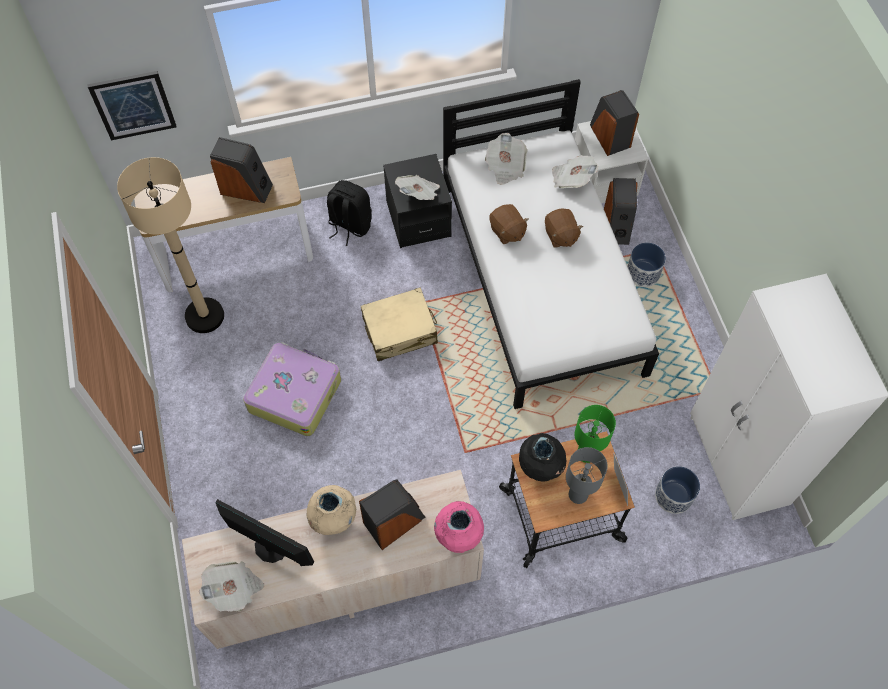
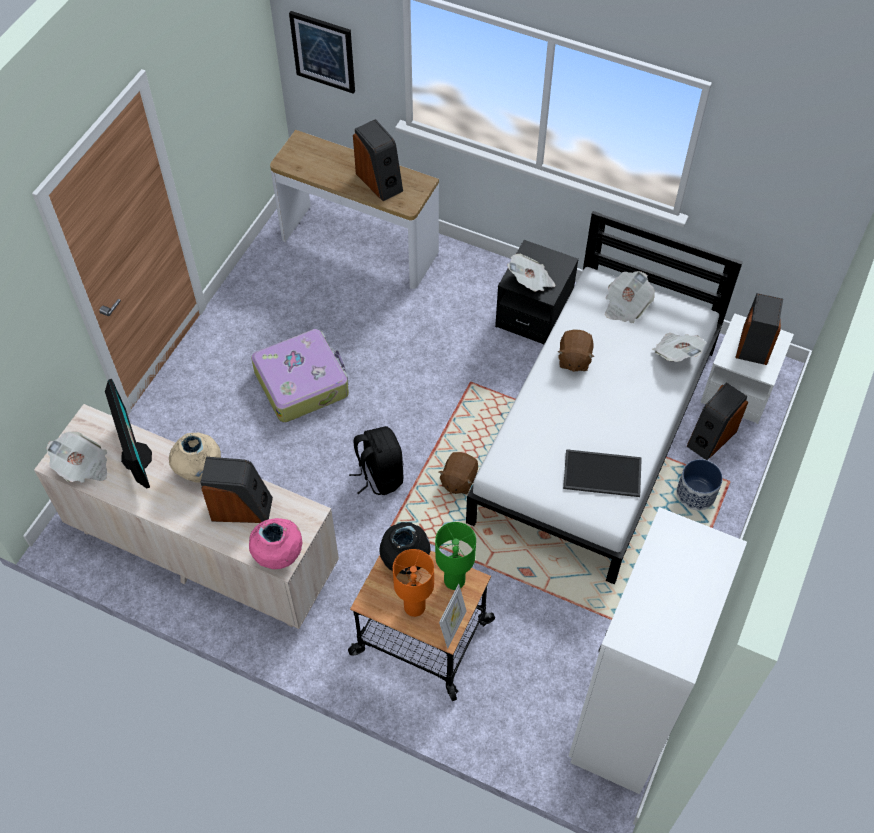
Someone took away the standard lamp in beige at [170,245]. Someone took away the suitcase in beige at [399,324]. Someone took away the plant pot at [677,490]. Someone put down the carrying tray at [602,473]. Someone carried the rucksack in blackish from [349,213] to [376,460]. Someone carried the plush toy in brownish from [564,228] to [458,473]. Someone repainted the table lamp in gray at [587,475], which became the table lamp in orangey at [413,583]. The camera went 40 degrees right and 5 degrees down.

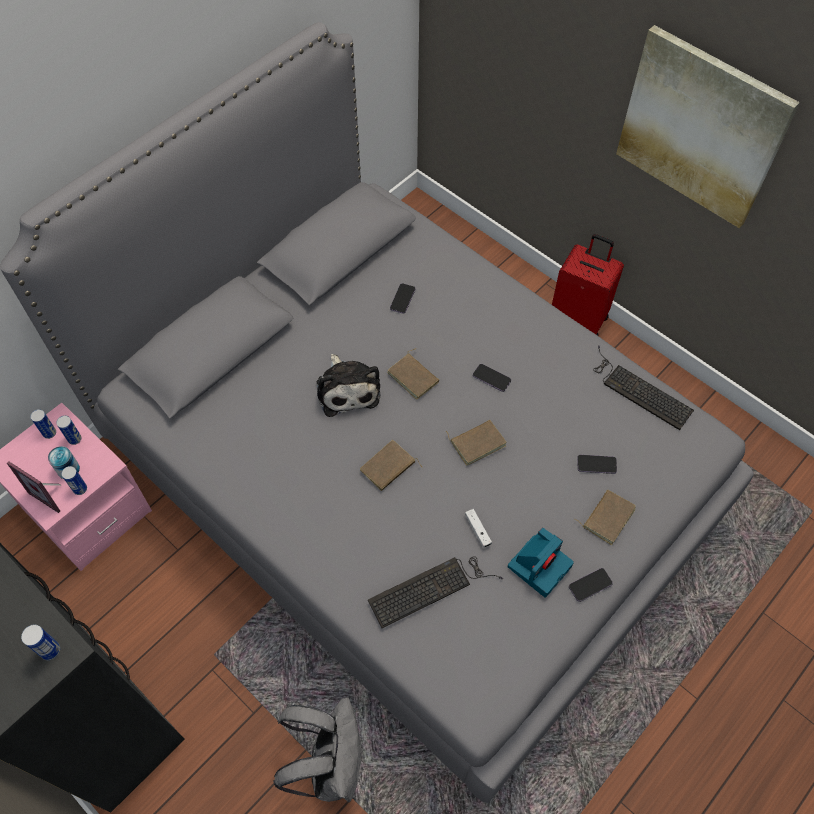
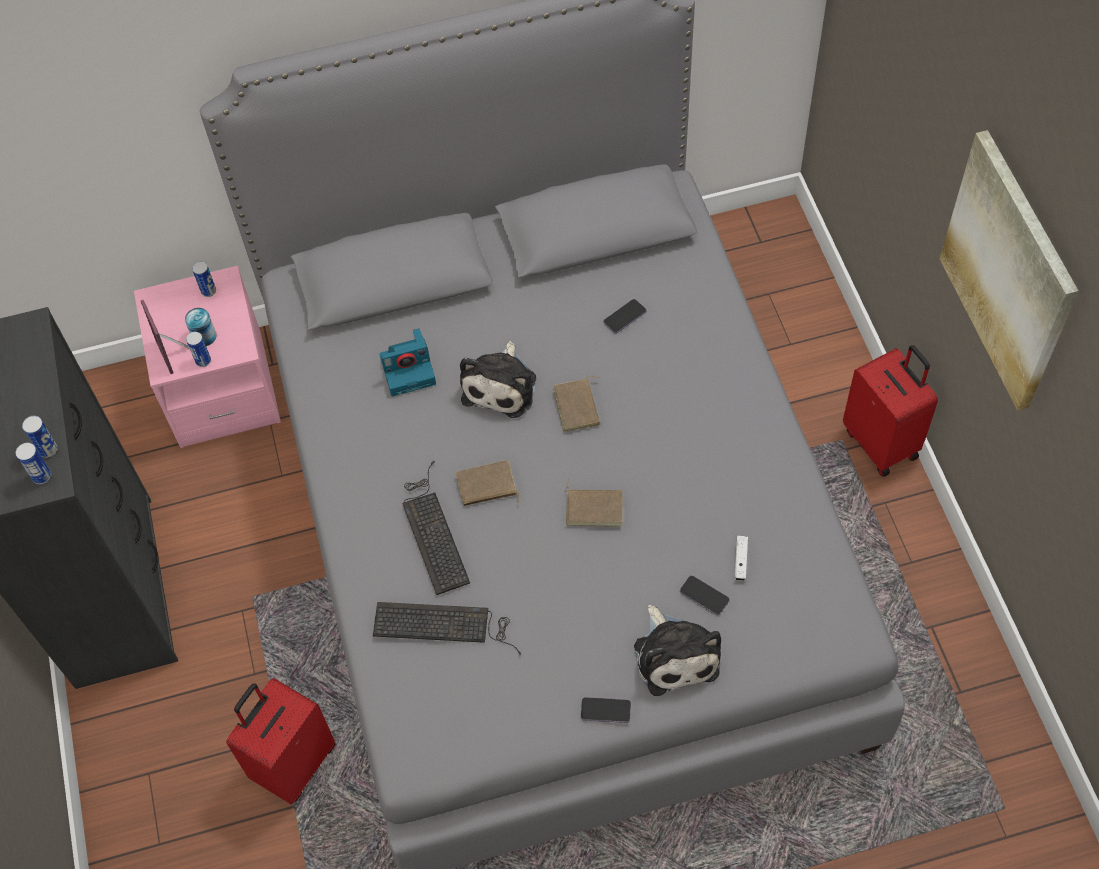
Someone took away the handset at [492,378]. Someone carried the metal can from [69,430] to [40,437]. Someone carried the joypad in whitish from [478,528] to [741,558]. Someone carried the photo camera from [541,563] to [408,362]. Someone carried the PC keyboard from [643,387] to [436,528]. Someone swapped the rucksack in gray at [318,749] for the suitcase in reddish at [280,741]. Someone swapped the bound book in brownish at [605,517] for the plush toy at [677,650]. The camera went 35 degrees right and 0 degrees up.

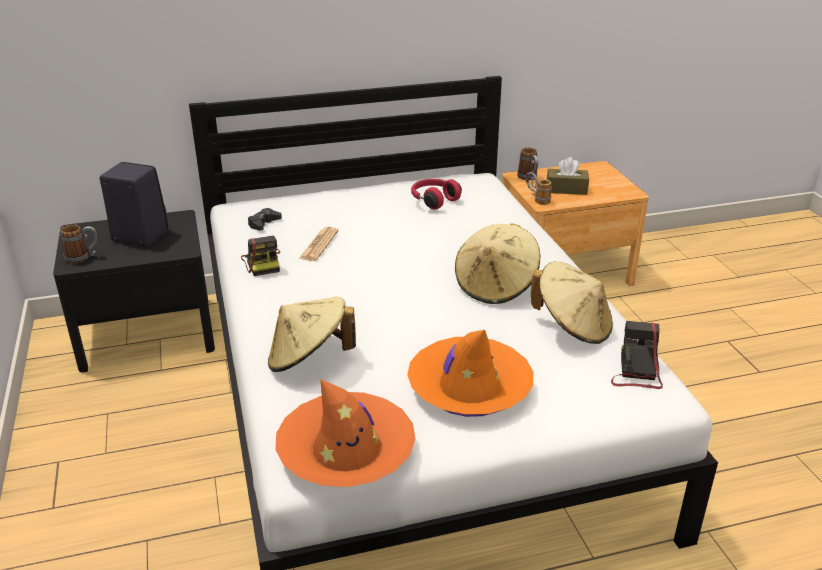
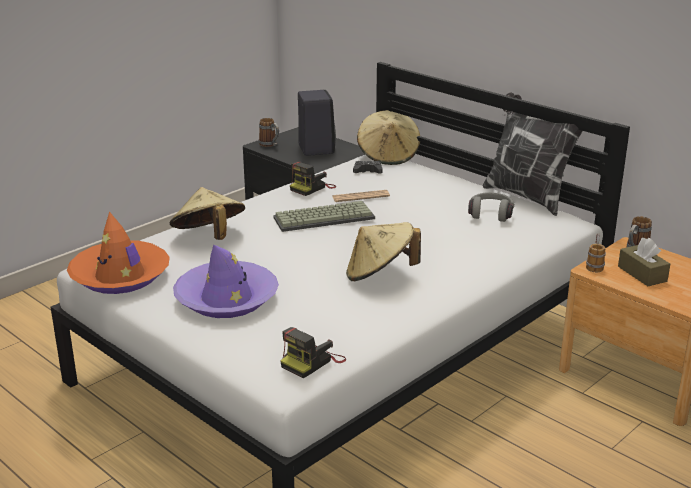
Someone put down the PC keyboard at [324,216]. Someone put down the cushion at [533,154]. Someone carried the clothing hat in beige from [572,302] to [388,137]. Someone repainted the clothing hat in orangey at [470,373], which became the clothing hat in purple-coloured at [226,281]. Someone repainted the headset in reddish at [436,194], which became the headset in gray at [491,207]. Someone rotated the photo camera at [637,355] by 150 degrees clockwise. The camera went 60 degrees right and 5 degrees down.

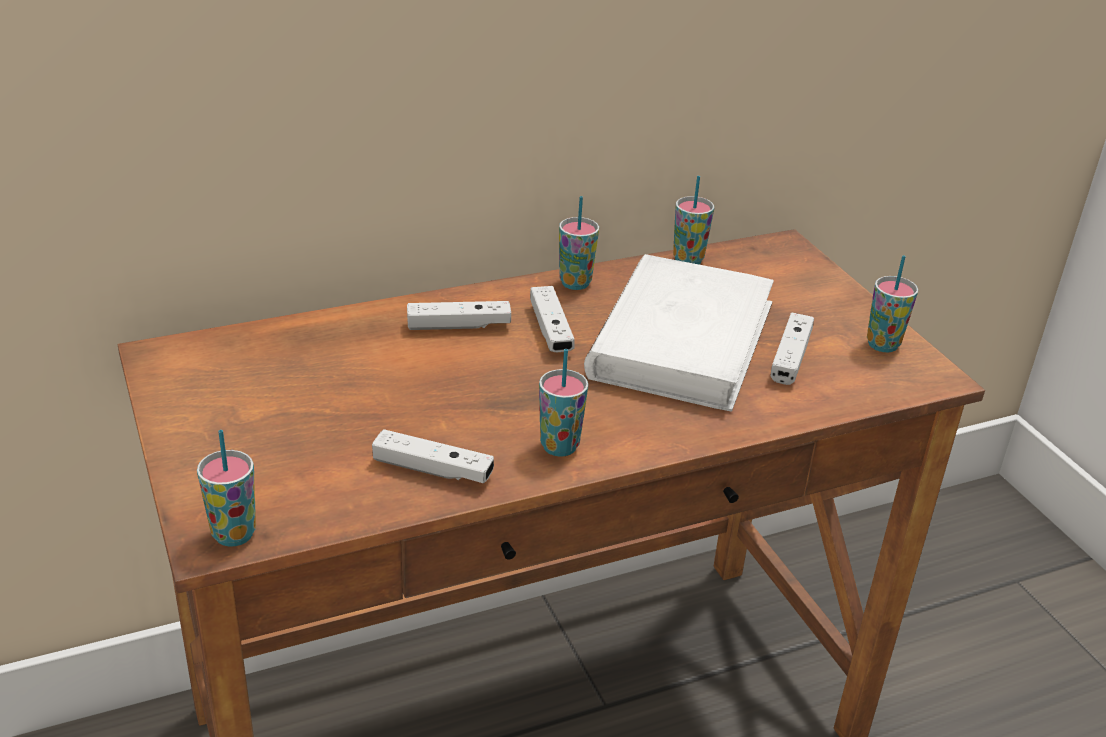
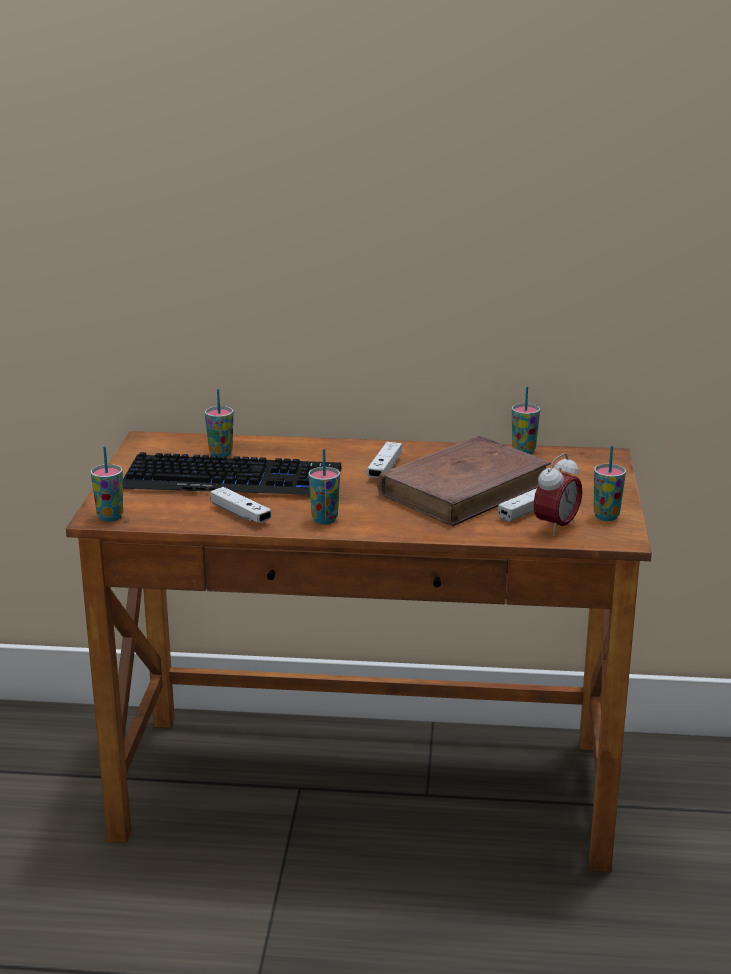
Someone took away the joypad in whitish at [459,315]. Someone put down the PC keyboard at [232,473]. Someone put down the bedside clock at [558,495]. Someone carried the small cup from [579,243] to [219,423]. Someone repainted the bound book in whitish at [679,333], which became the bound book in brownish at [464,481]. The camera went 30 degrees right and 10 degrees down.

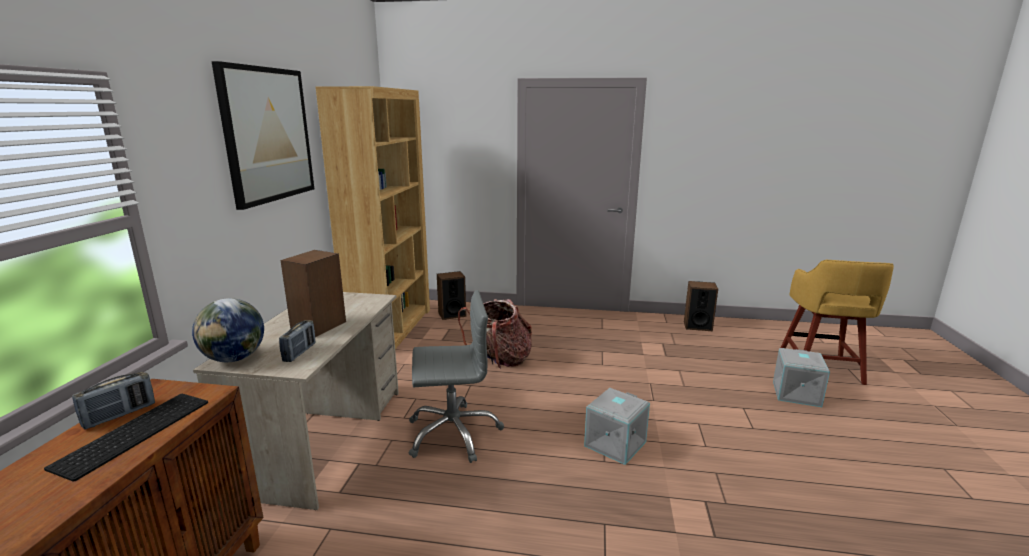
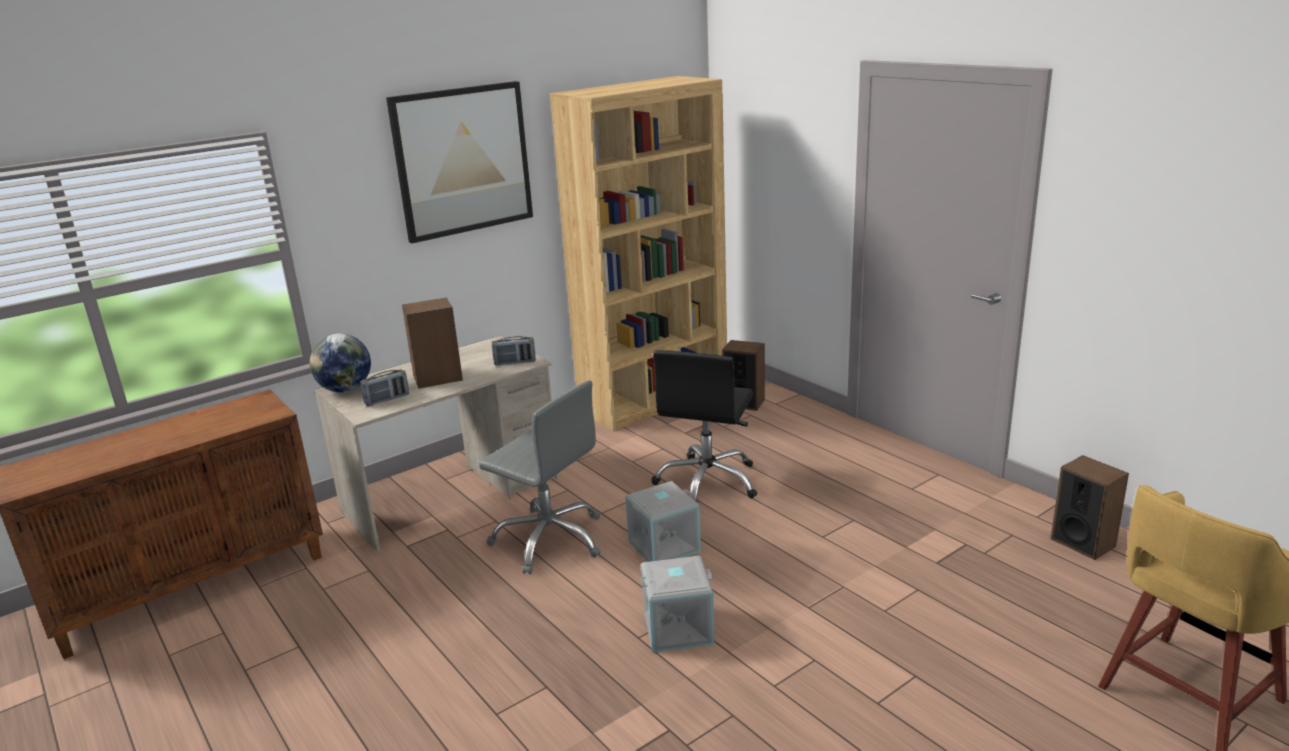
Someone took away the PC keyboard at [126,438]. Someone carried the radio set from [113,401] to [514,350]. Someone carried the storage bin in gray from [801,377] to [663,521]. Someone swapped the rucksack at [495,334] for the office chair in blackish at [704,425]. The camera went 45 degrees right and 5 degrees up.

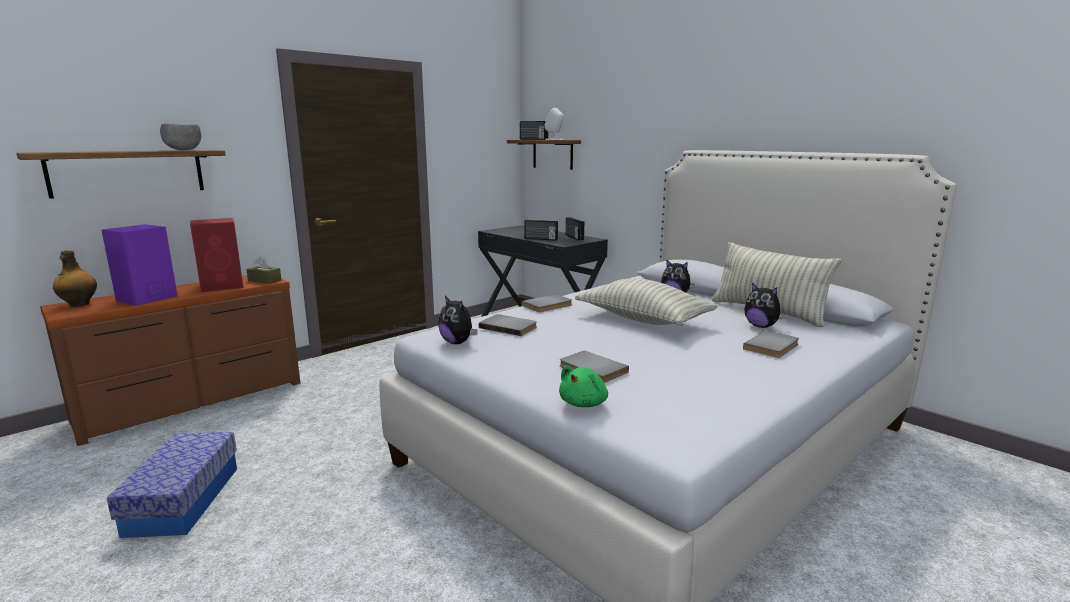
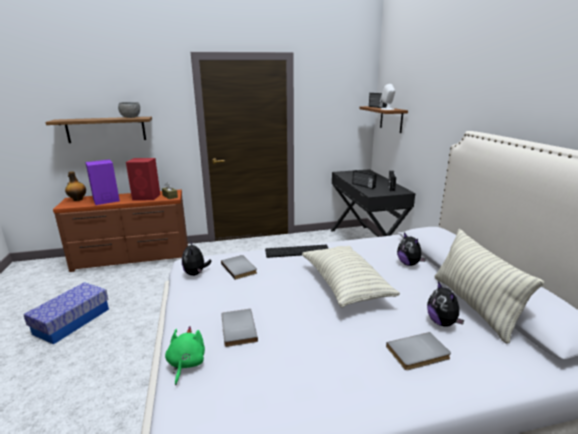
Someone swapped the bound book in gray at [547,303] for the PC keyboard at [296,251]. Someone rotated the plush toy in greenish at [583,386] by 120 degrees clockwise. The camera went 30 degrees right and 5 degrees up.

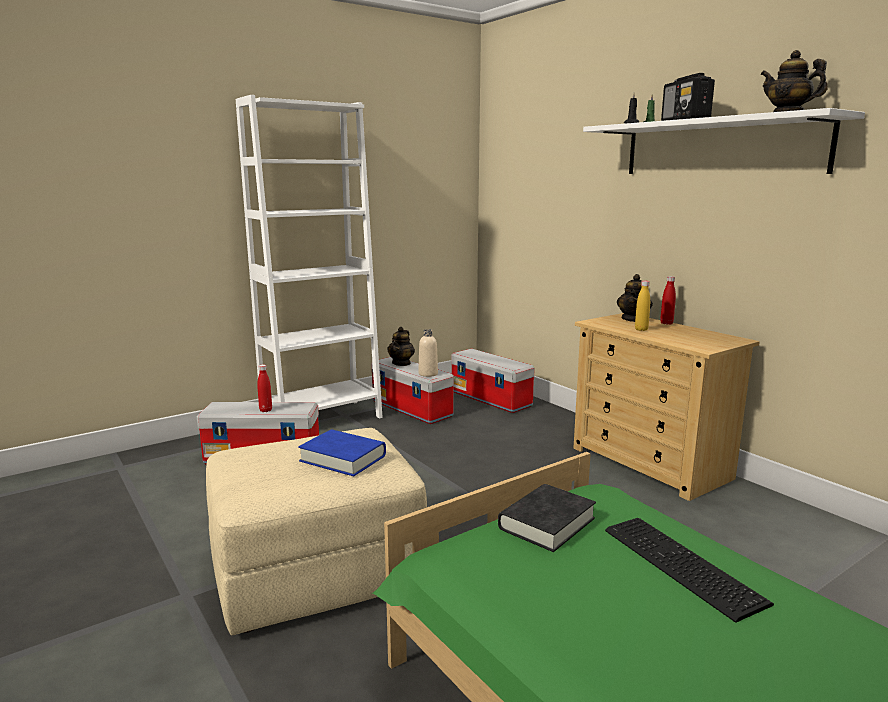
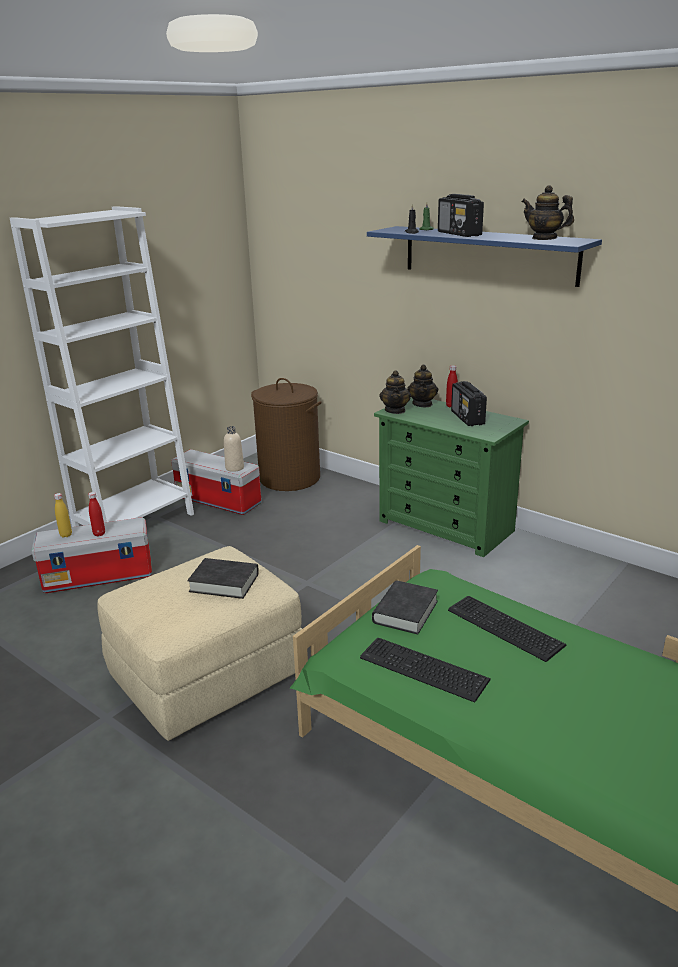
Someone put down the PC keyboard at [425,670]. Someone put down the radio set at [469,403]. Someone carried the tea pot from [401,346] to [395,392]. Someone carried the bottle in yellowish from [642,306] to [63,515]. Someone swapped the storage bin at [493,380] for the laundry basket in brownish at [286,434]. Someone repainted the bound book in blue at [342,452], which became the bound book in blackish at [223,578]. Someone repainted the drawer chest in beige at [666,407], which became the drawer chest in greenish at [451,477]. Someone repainted the shelf in whitish at [724,141], which became the shelf in blue at [484,256]. The camera went 15 degrees left and 10 degrees up.

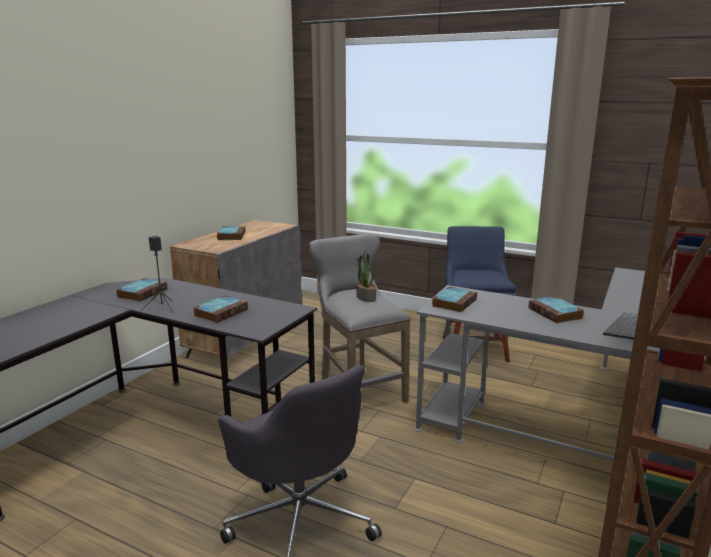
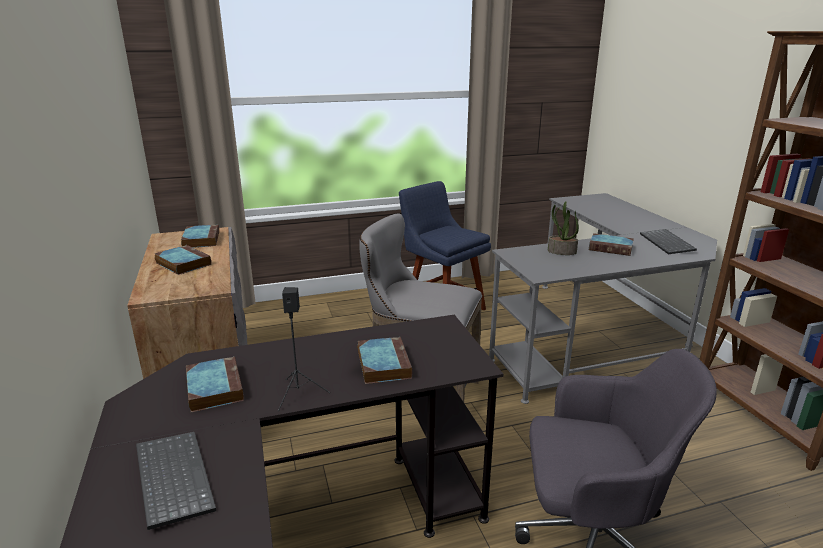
Someone put down the PC keyboard at [176,481]. Someone carried the plant in a pot from [365,277] to [563,228]. Someone carried the bound book from [454,299] to [200,236]. The camera went 45 degrees left and 5 degrees up.

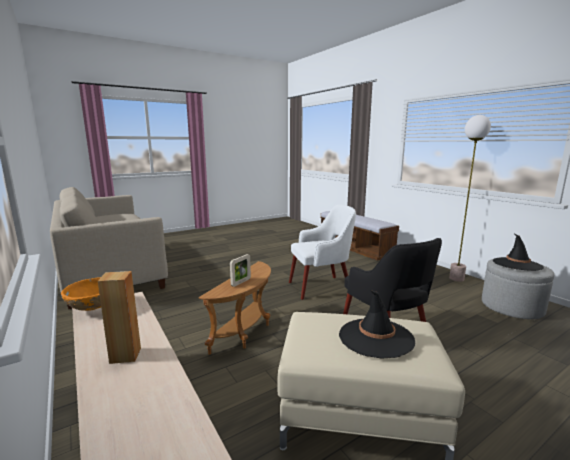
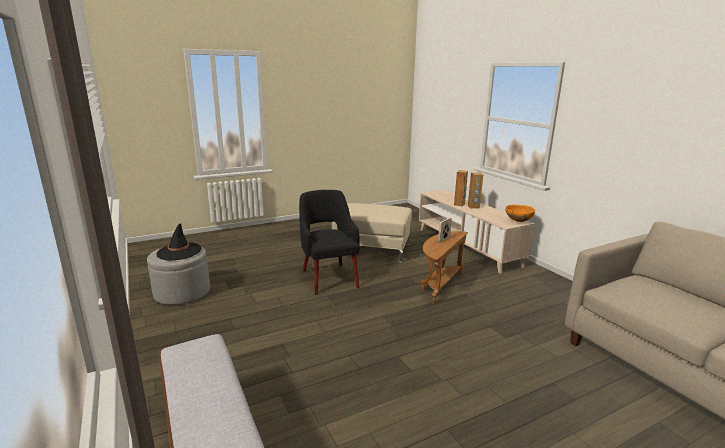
Someone took away the armchair in whitish at [322,252]. Someone took away the clothing hat in blackish at [377,324]. Someone took away the standard lamp at [470,198]. Someone put down the loudspeaker in brownish at [461,188]. The camera went 175 degrees left and 5 degrees up.

